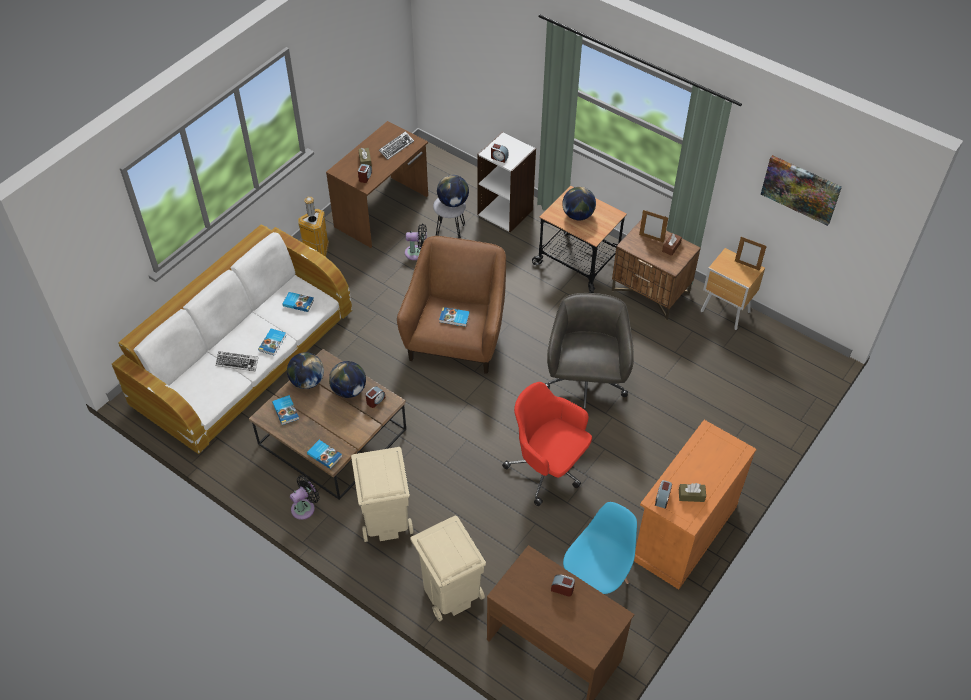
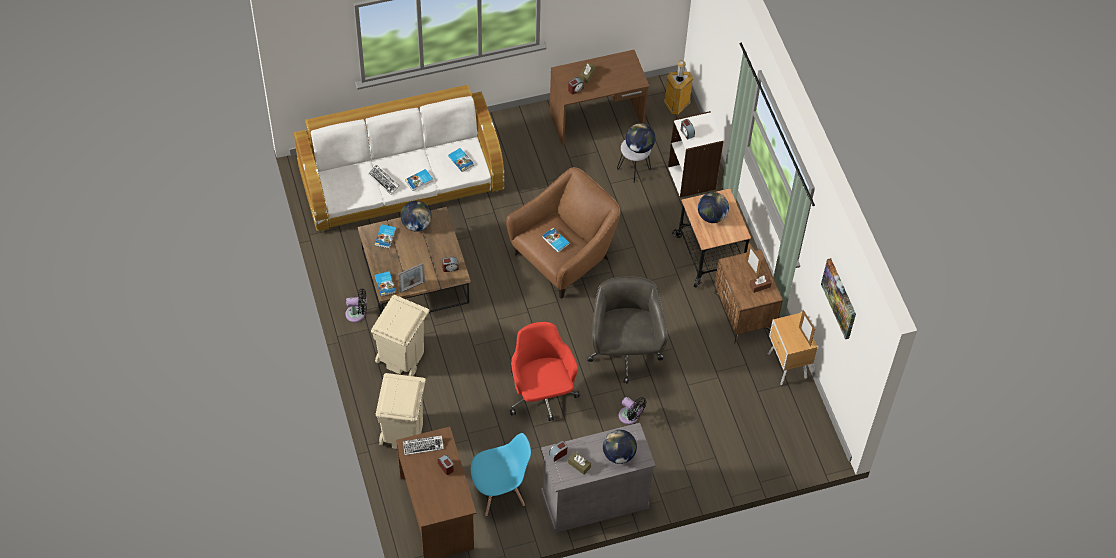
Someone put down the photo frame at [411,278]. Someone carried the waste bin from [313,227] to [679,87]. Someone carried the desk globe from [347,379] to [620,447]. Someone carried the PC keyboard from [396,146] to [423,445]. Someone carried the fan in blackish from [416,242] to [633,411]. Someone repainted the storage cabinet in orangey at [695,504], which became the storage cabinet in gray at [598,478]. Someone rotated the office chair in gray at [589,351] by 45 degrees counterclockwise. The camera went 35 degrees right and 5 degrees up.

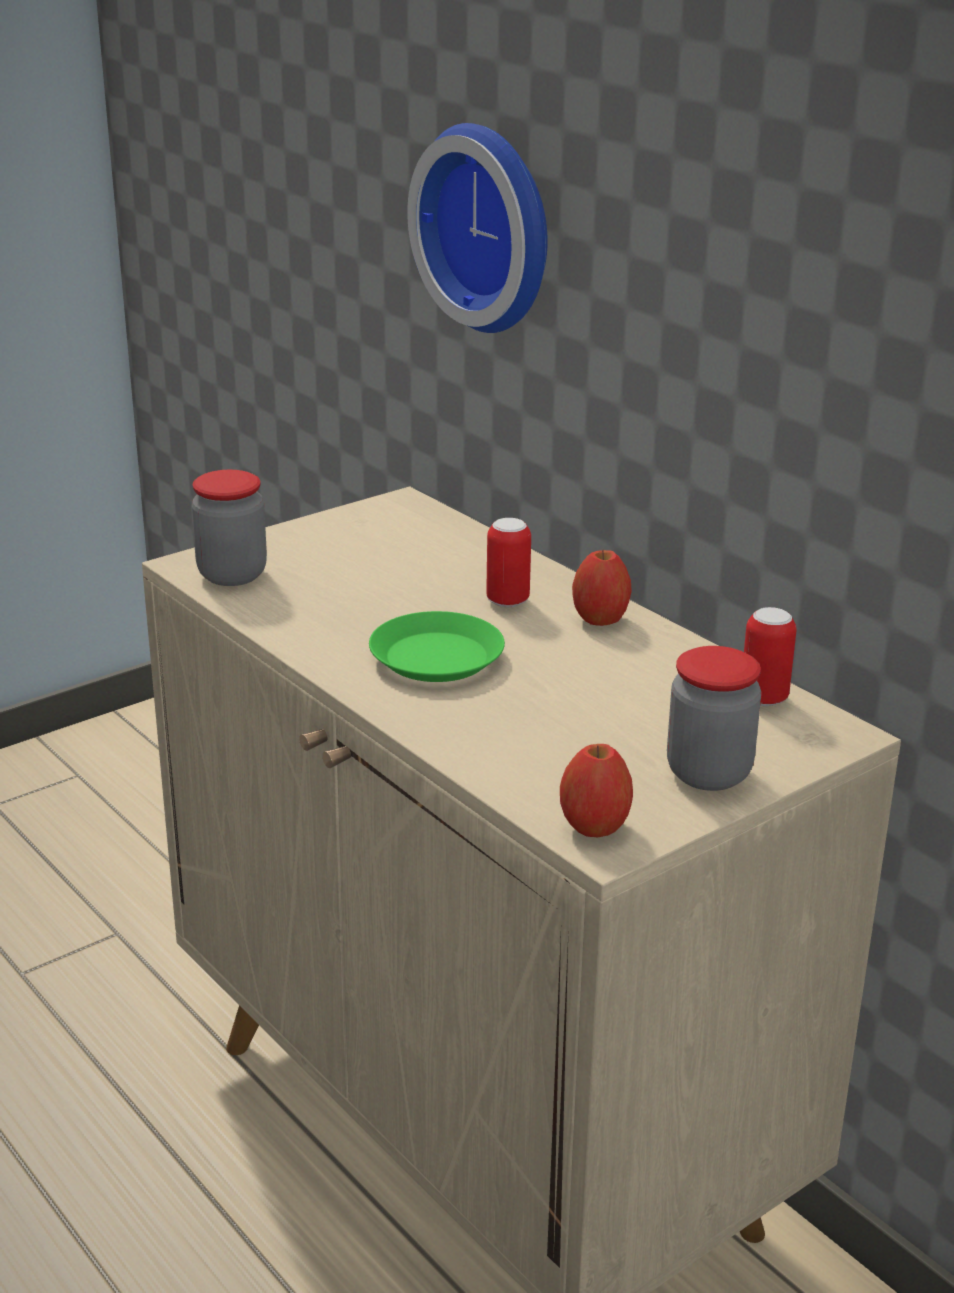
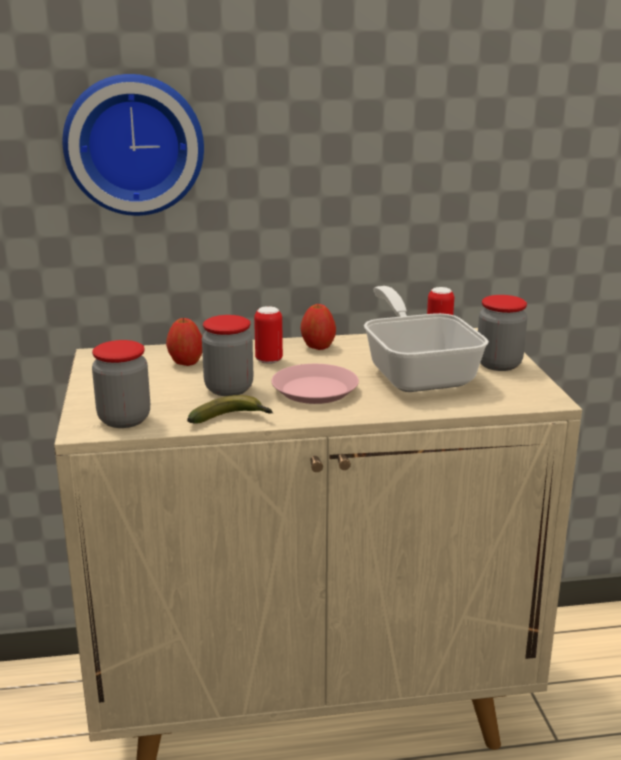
Someone put down the whole banana at [230,409]. Someone put down the jar at [227,355]. Someone put down the pan at [426,339]. Someone carried the apple from [596,790] to [184,342]. Someone repainted the flat dish in greenish at [437,646], which became the flat dish in pinkish at [315,384]. The camera went 60 degrees left and 5 degrees down.

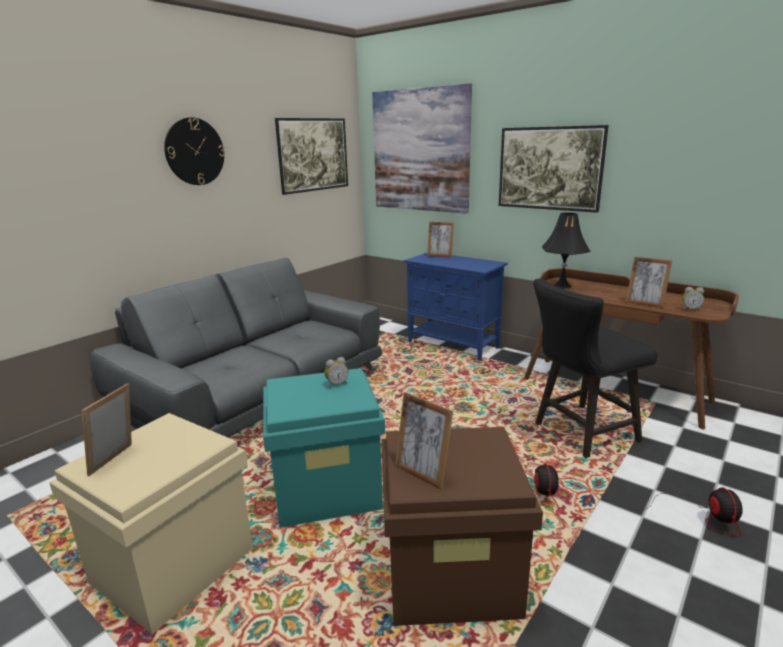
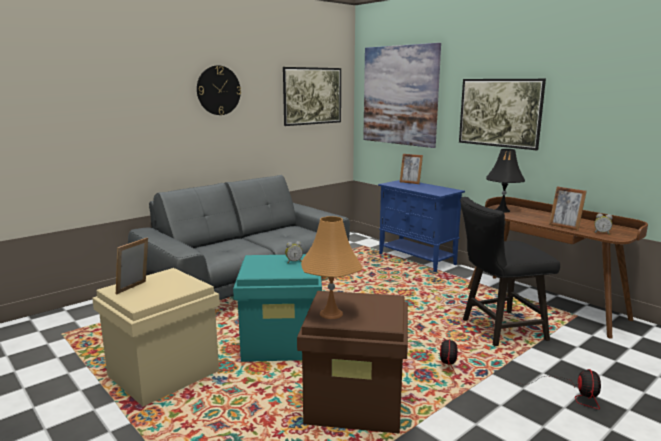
Someone swapped the photo frame at [424,440] for the table lamp in orangey at [331,267]. The camera went 10 degrees right and 5 degrees down.

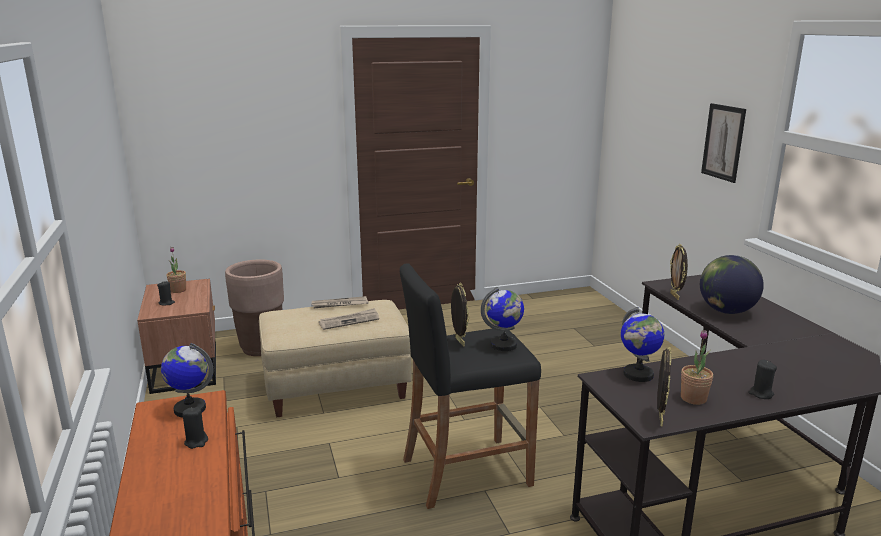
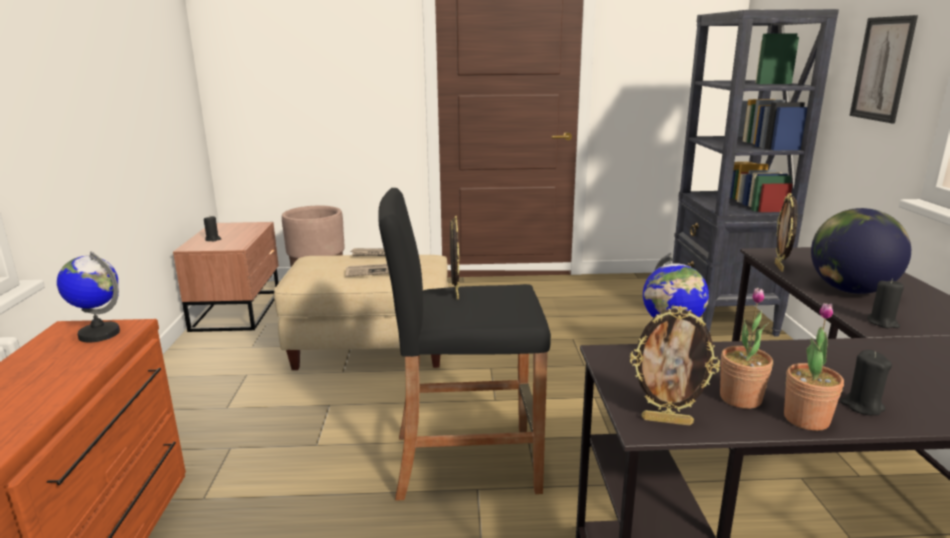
Someone took away the desk globe at [502,319]. Someone put down the bookcase in blackish at [755,172]. Someone carried the plant in a pot from [176,270] to [814,367]. Someone carried the wax light in blackish from [195,428] to [885,303]. Someone rotated the photo frame at [664,387] by 75 degrees clockwise. The camera went 15 degrees right and 0 degrees up.

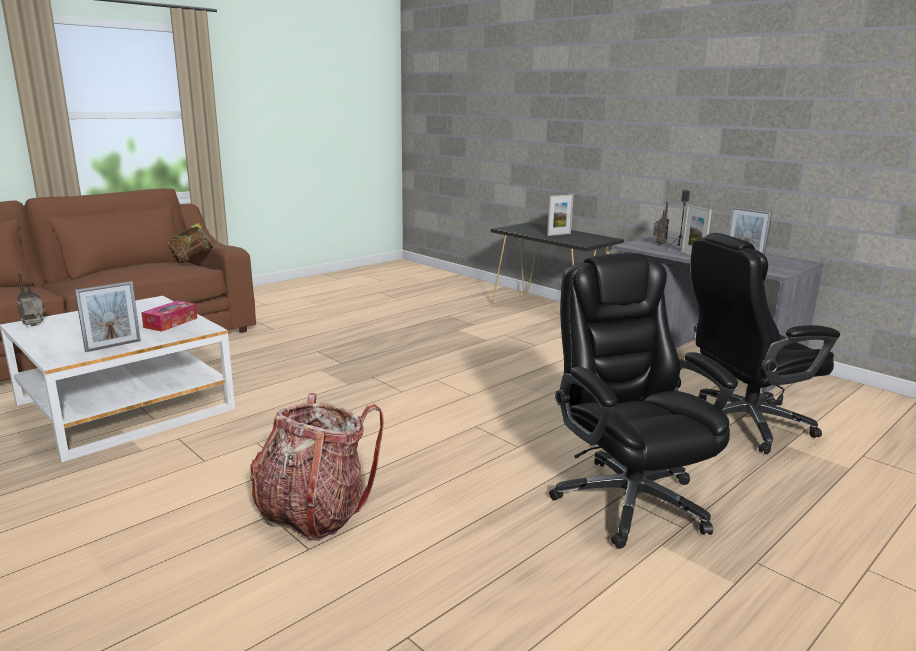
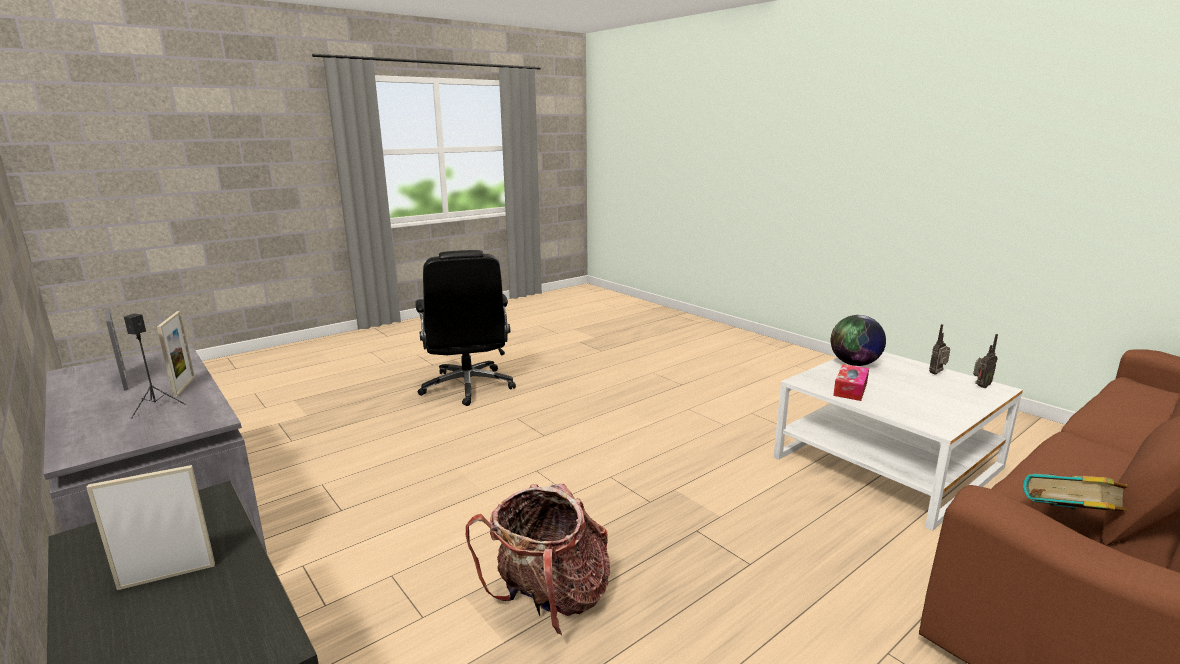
Someone took away the office chair in blackish at [765,343]. Someone carried the rucksack from [317,467] to [538,560]. Someone carried the radio set from [661,223] to [939,349]. Someone swapped the photo frame at [108,316] for the desk globe at [858,340]. The camera went 175 degrees left and 0 degrees up.

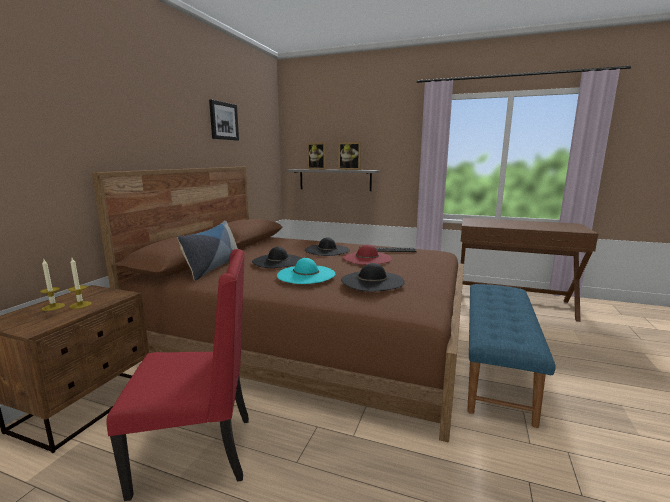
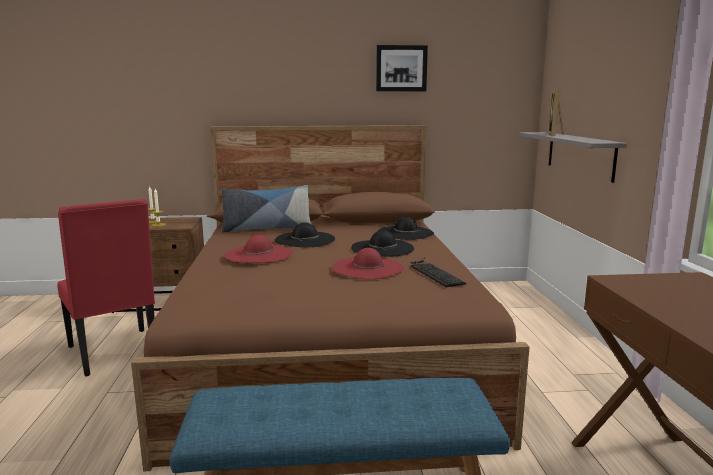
Someone took away the photo frame at [349,156]. Someone carried the clothing hat in blackish from [373,277] to [406,228]. Someone repainted the clothing hat in turquoise at [306,271], which became the clothing hat in reddish at [259,249]. The camera went 65 degrees right and 0 degrees up.

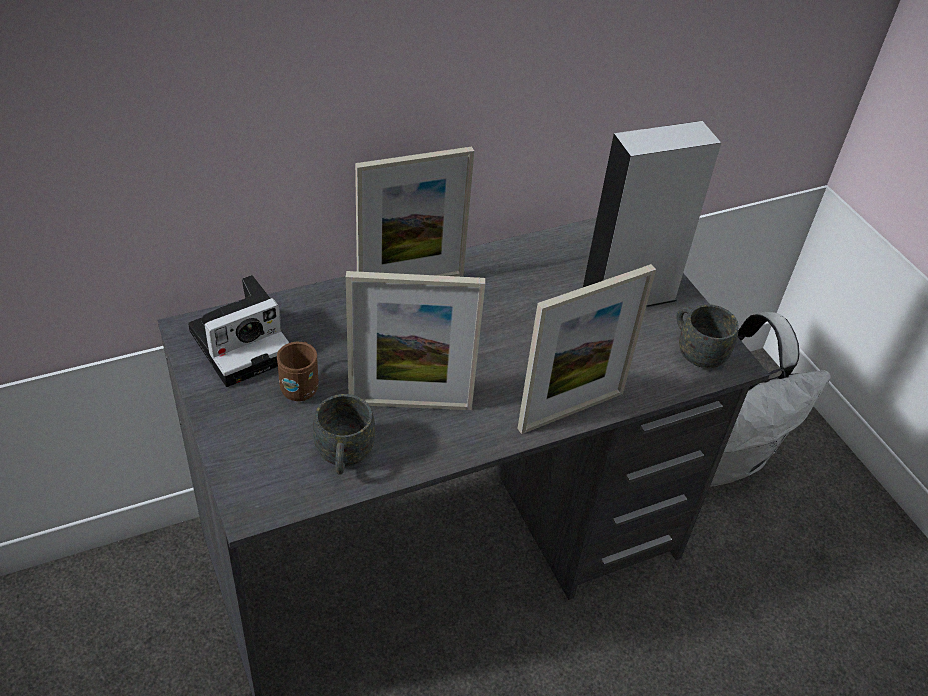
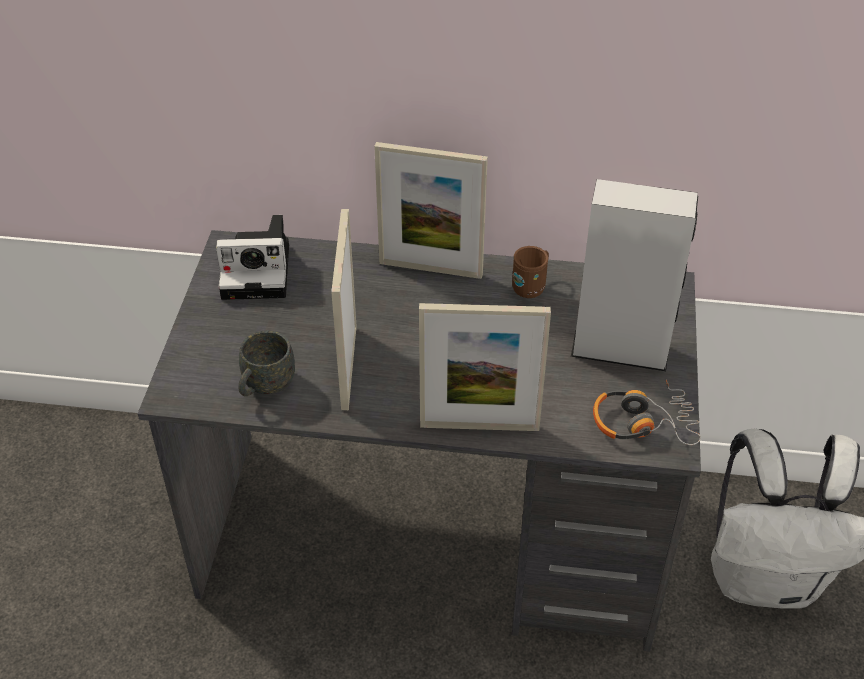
Someone carried the mug in brownish from [298,371] to [530,272]. Someone swapped the mug in gray at [707,336] for the headset at [647,412]. Someone rotated the photo frame at [415,340] by 60 degrees clockwise. The camera went 35 degrees right and 0 degrees up.

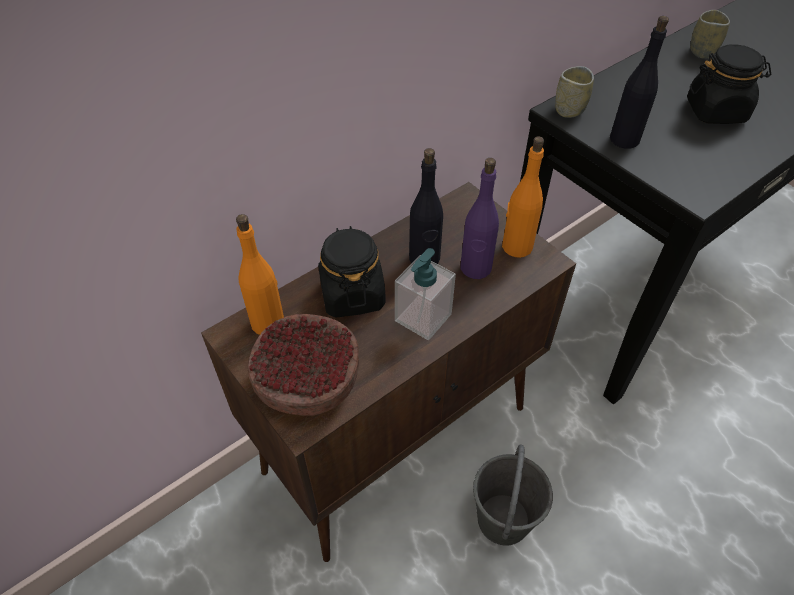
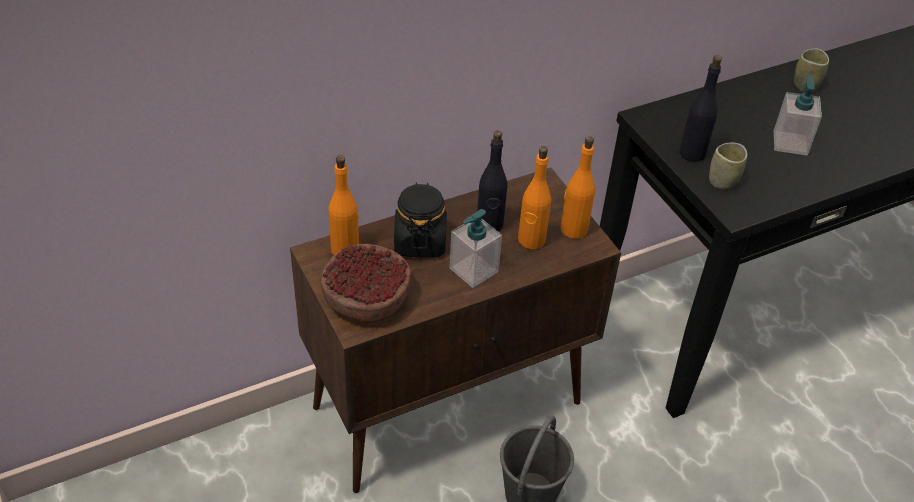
Someone carried the small cup from [574,92] to [728,166]. Someone swapped the jar in blackish at [729,84] for the soap bottle at [798,114]. Someone repainted the bottle in purple-coloured at [479,218], which became the bottle in orangey at [534,197]. The camera went 10 degrees right and 5 degrees down.

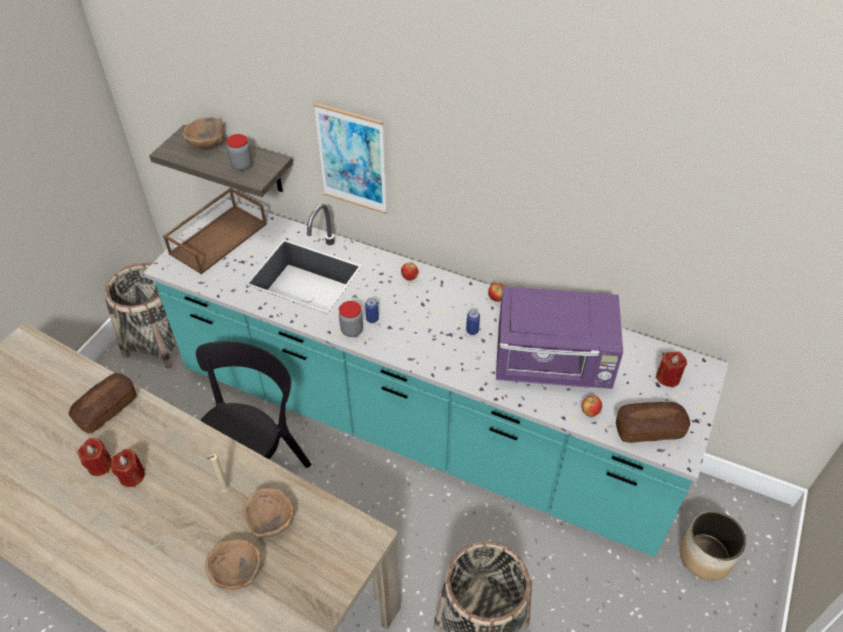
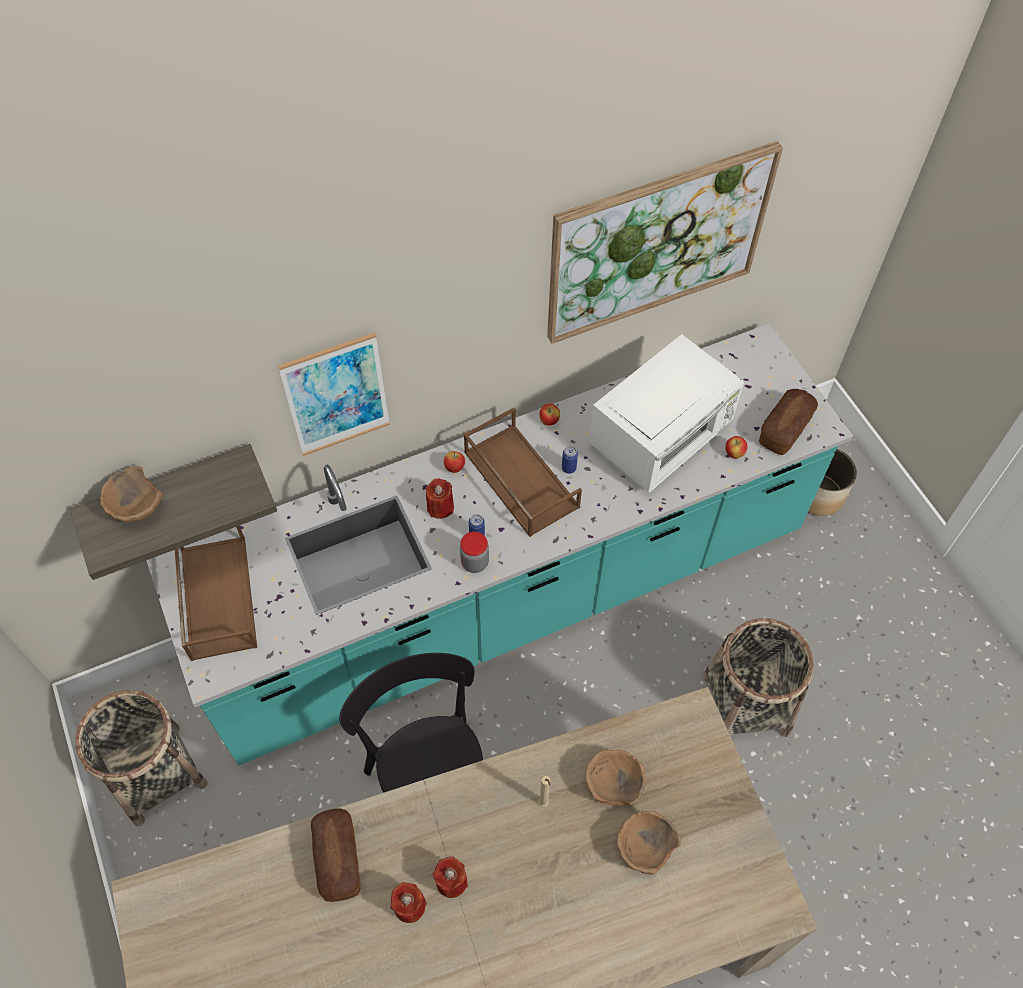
Someone took away the jar at [239,152]. Someone put down the carrying tray in brownish at [523,472]. Someone put up the wall art at [665,242]. Someone carried the wax light in reddish from [671,370] to [440,498]. Someone repainted the microwave oven in purple-coloured at [559,337], which became the microwave oven in whitish at [666,413]. The camera went 50 degrees left and 10 degrees up.

